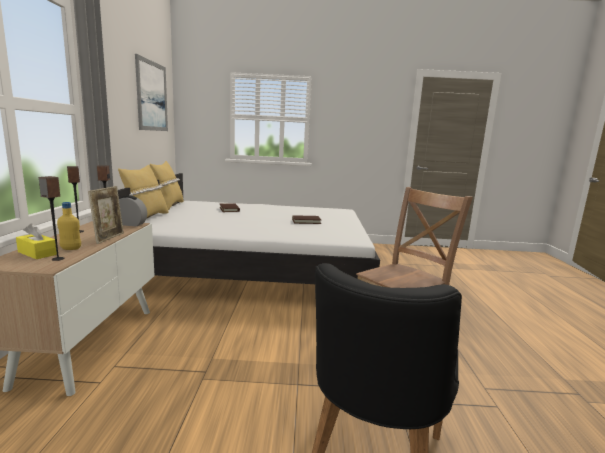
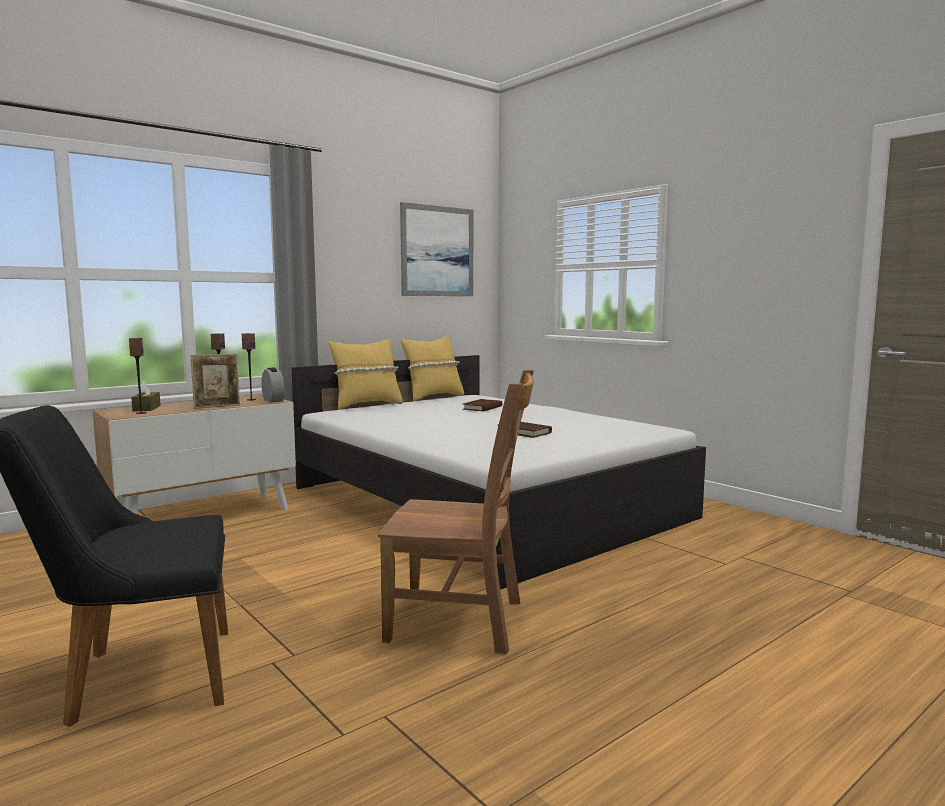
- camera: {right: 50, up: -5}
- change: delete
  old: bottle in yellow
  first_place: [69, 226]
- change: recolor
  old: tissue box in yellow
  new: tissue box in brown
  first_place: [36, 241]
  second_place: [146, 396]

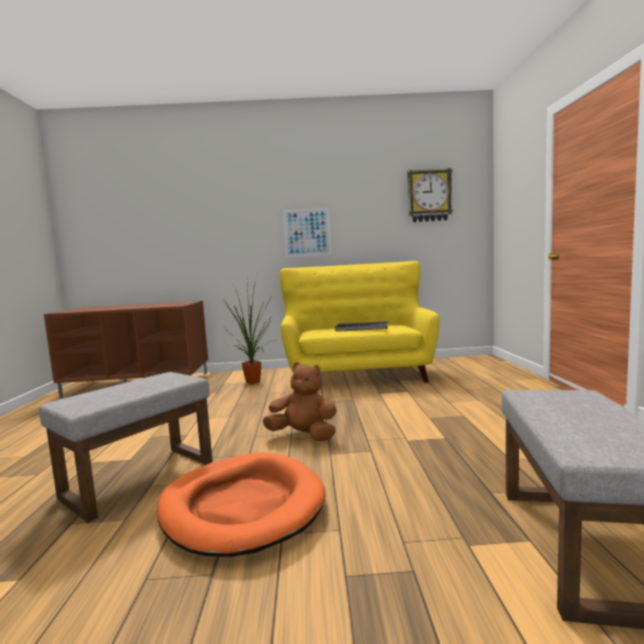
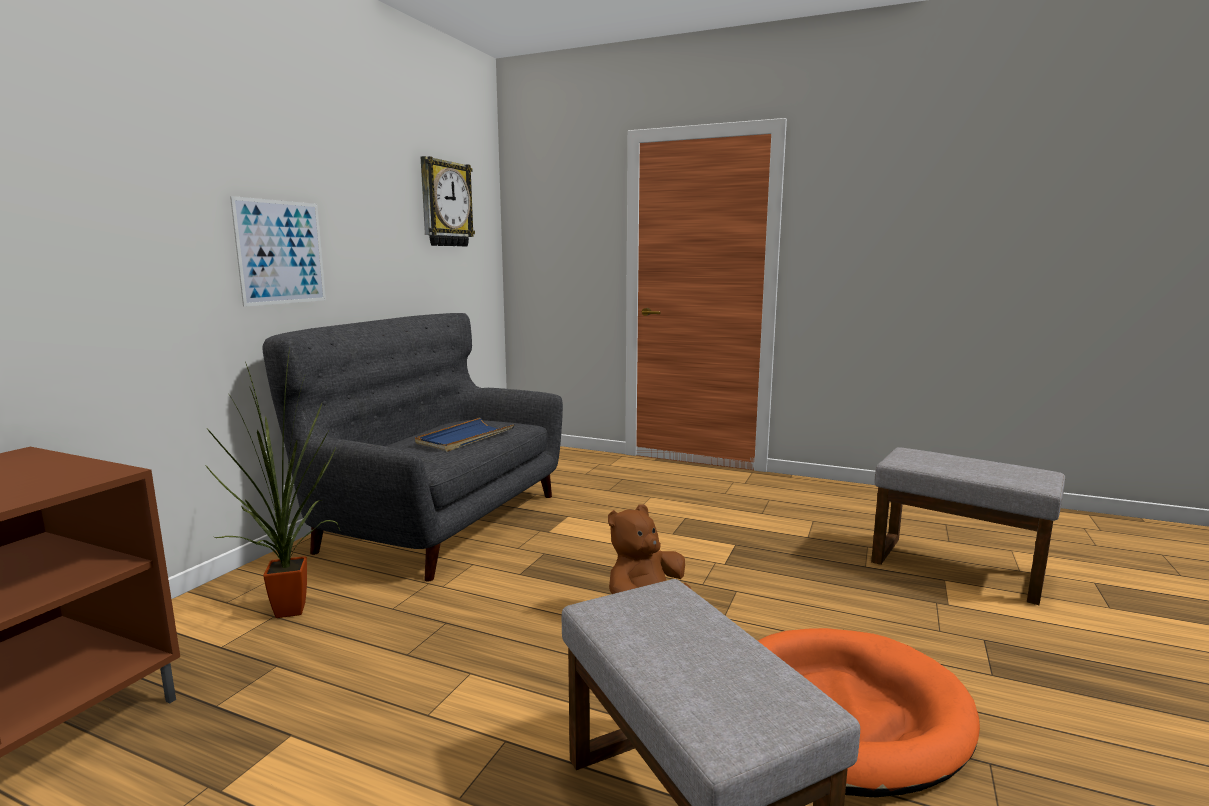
- camera: {right: -65, up: 5}
- change: recolor
  old: sofa in yellow
  new: sofa in grey
  first_place: [360, 322]
  second_place: [413, 447]

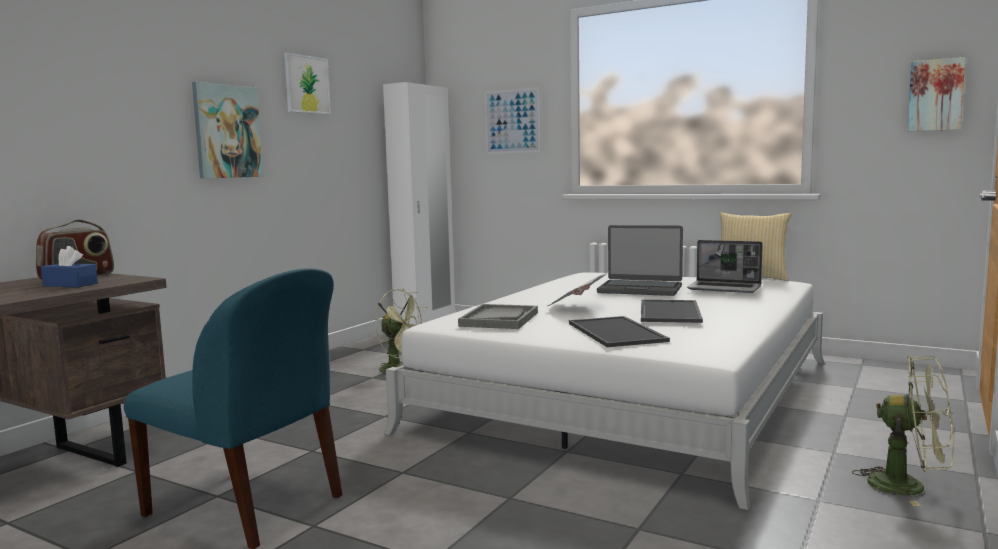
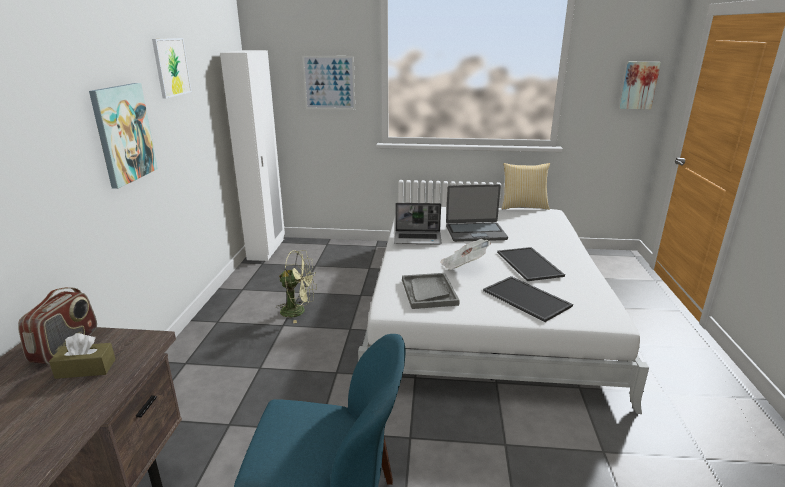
- camera: {right: -25, up: 15}
- change: delete
  old: fan in green
  first_place: [903, 430]
- change: move
  old: laptop
  first_place: [725, 266]
  second_place: [418, 223]
- change: recolor
  old: tissue box in blue
  new: tissue box in brown
  first_place: [69, 266]
  second_place: [82, 356]

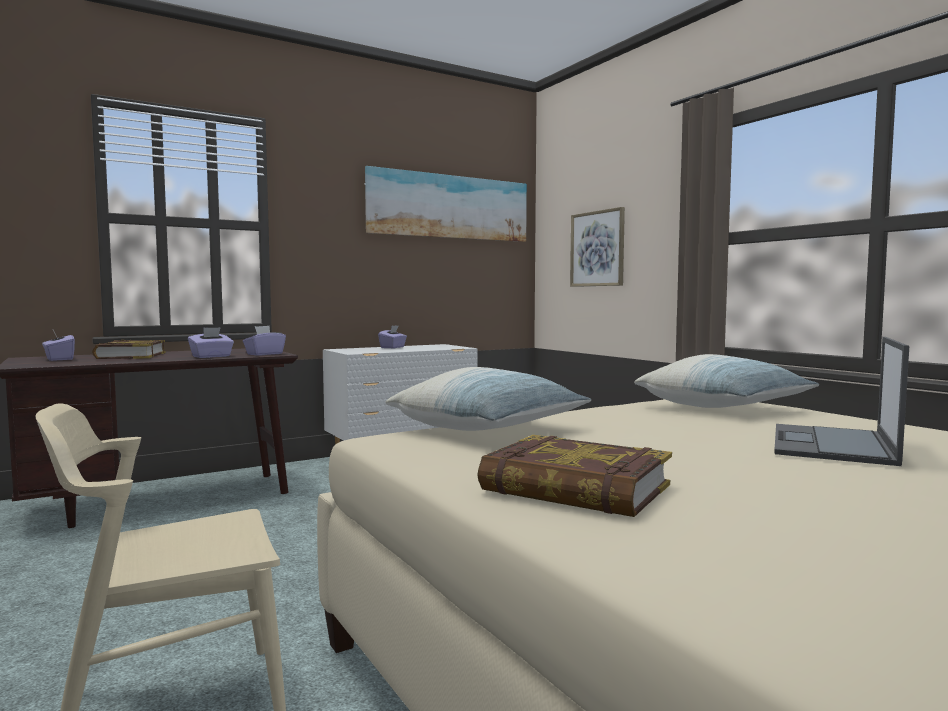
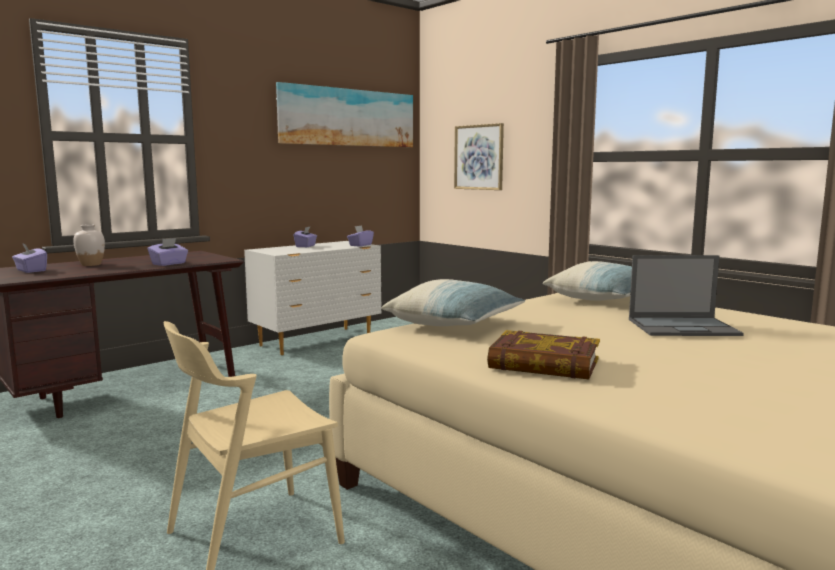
- camera: {right: -10, up: 5}
- change: move
  old: tissue box in purple
  first_place: [264, 341]
  second_place: [360, 236]
- change: replace
  old: book
  new: vase in white
  first_place: [128, 349]
  second_place: [89, 245]
- change: rotate
  old: laptop
  first_place: [841, 401]
  second_place: [686, 295]
  degrees: -105

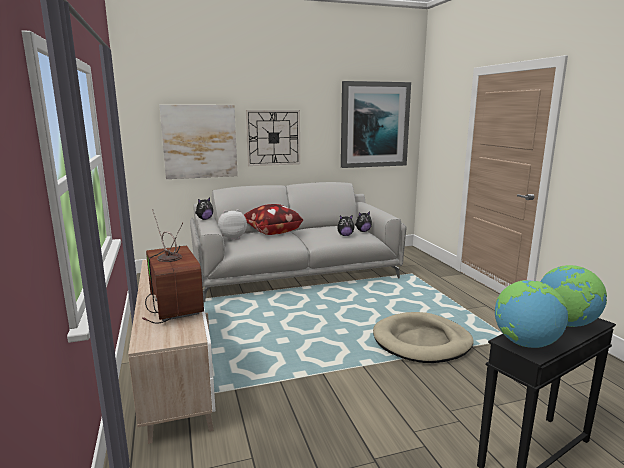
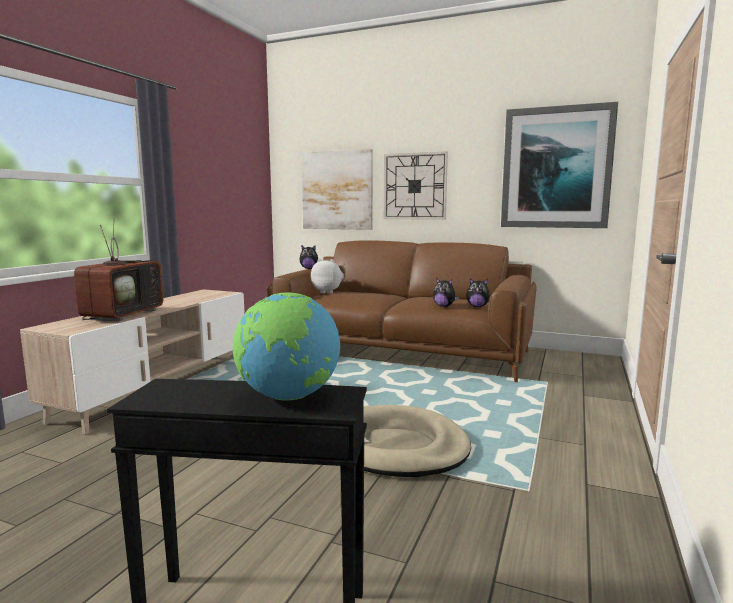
- camera: {right: 40, up: -5}
- change: delete
  old: pillow
  first_place: [273, 219]
- change: delete
  old: globe
  first_place: [531, 314]
- change: recolor
  old: sofa in grey
  new: sofa in brown
  first_place: [298, 242]
  second_place: [401, 311]

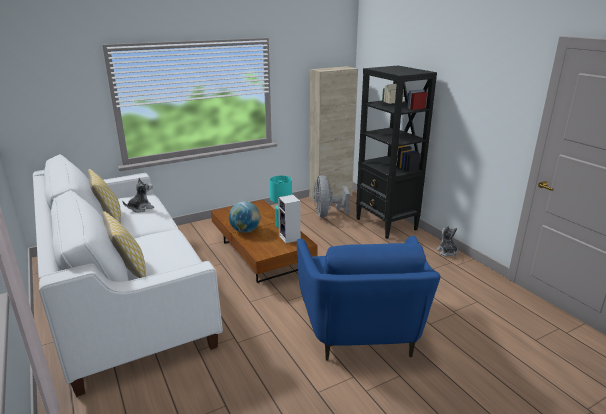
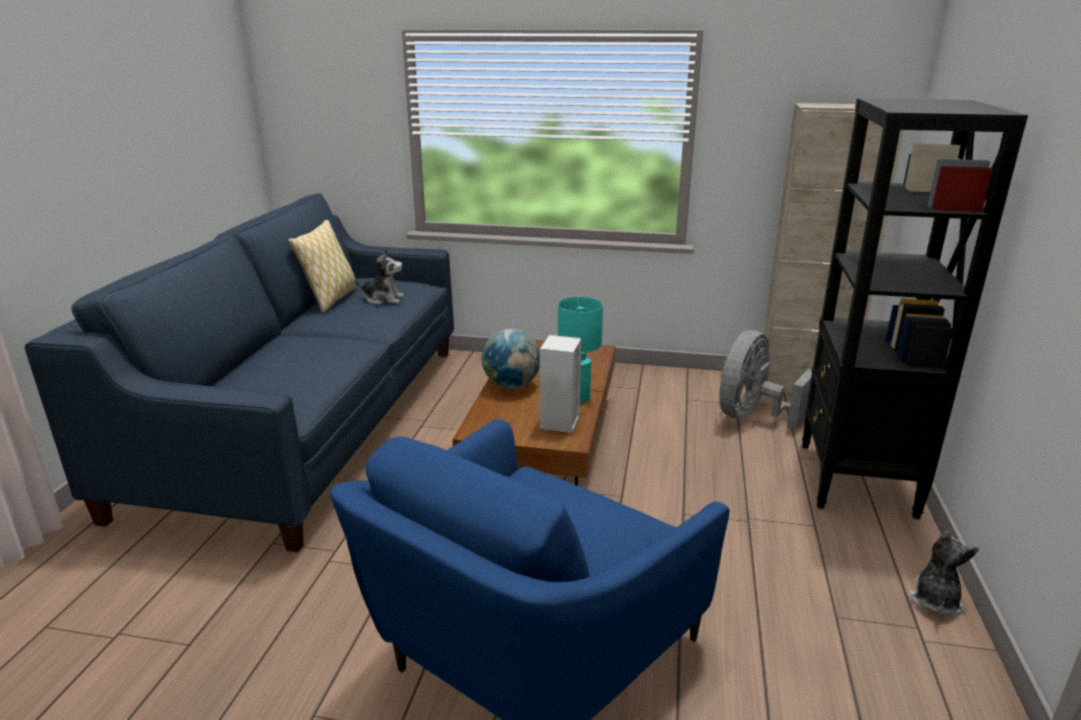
- camera: {right: 40, up: 0}
- change: delete
  old: pillow
  first_place: [124, 244]
- change: recolor
  old: sofa in white
  new: sofa in blue
  first_place: [128, 275]
  second_place: [239, 372]

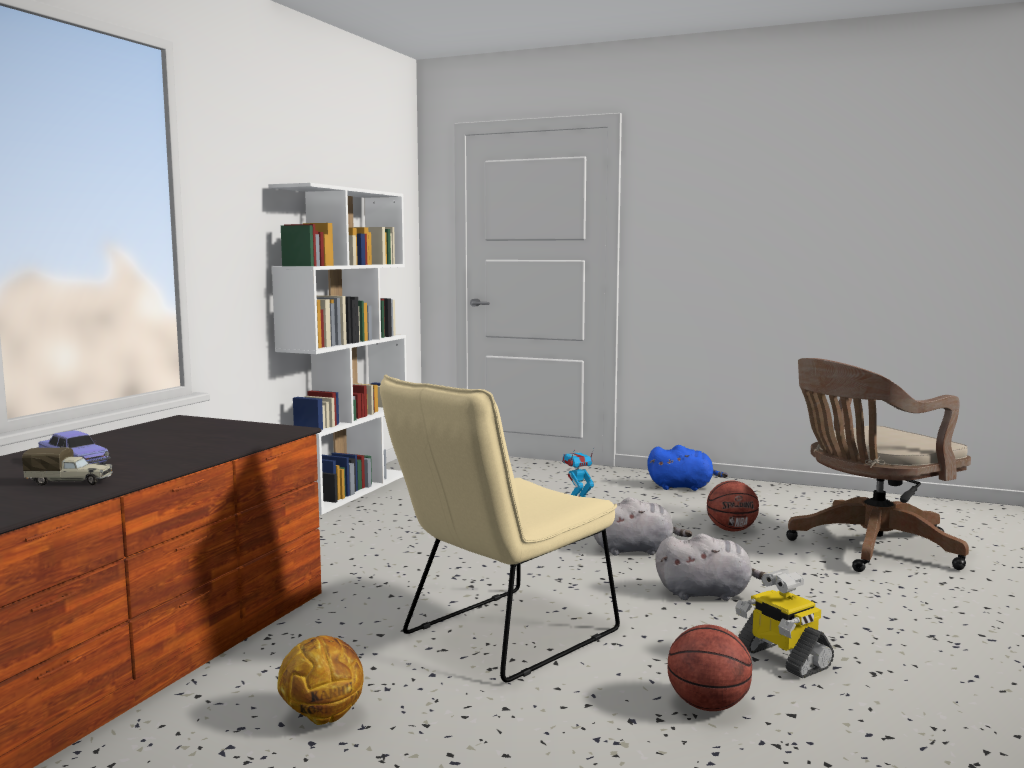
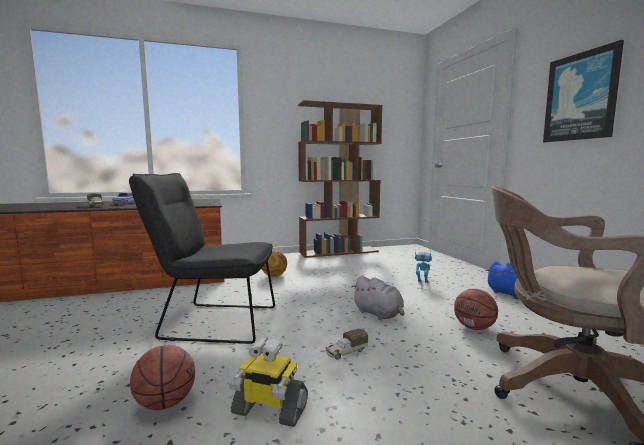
- camera: {right: 50, up: 0}
- change: insert
  new: picture
  second_place: [583, 91]
- change: move
  old: basketball
  first_place: [320, 680]
  second_place: [274, 263]
- change: replace
  old: plush toy in grey
  new: toy truck
  first_place: [710, 567]
  second_place: [347, 343]
- change: recolor
  old: bookcase in white
  new: bookcase in brown
  first_place: [337, 349]
  second_place: [340, 179]
- change: recolor
  old: chair in beige
  new: chair in black
  first_place: [500, 528]
  second_place: [202, 258]
- change: rotate
  old: toy robot
  first_place: [784, 623]
  second_place: [268, 382]
  degrees: -90

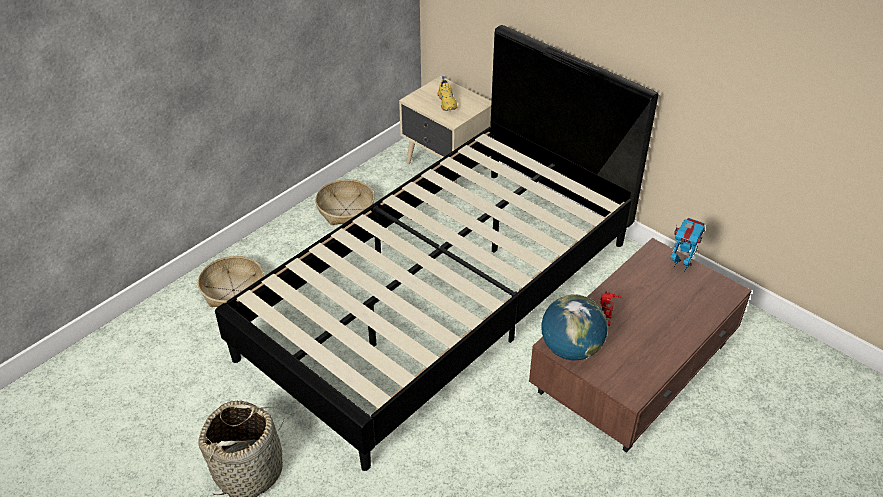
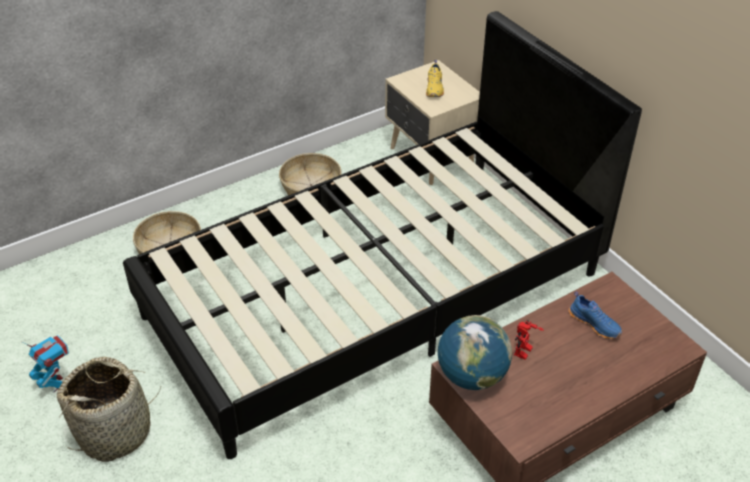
- camera: {right: 15, up: 0}
- change: insert
  new: shoe in blue
  second_place: [595, 315]
- change: move
  old: toy robot
  first_place: [687, 244]
  second_place: [45, 364]

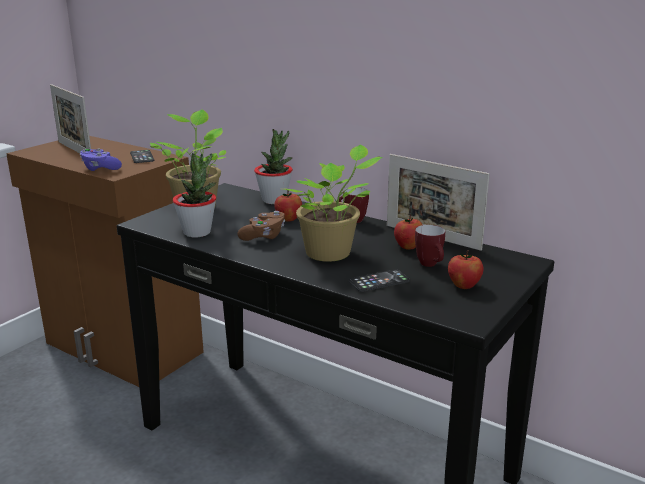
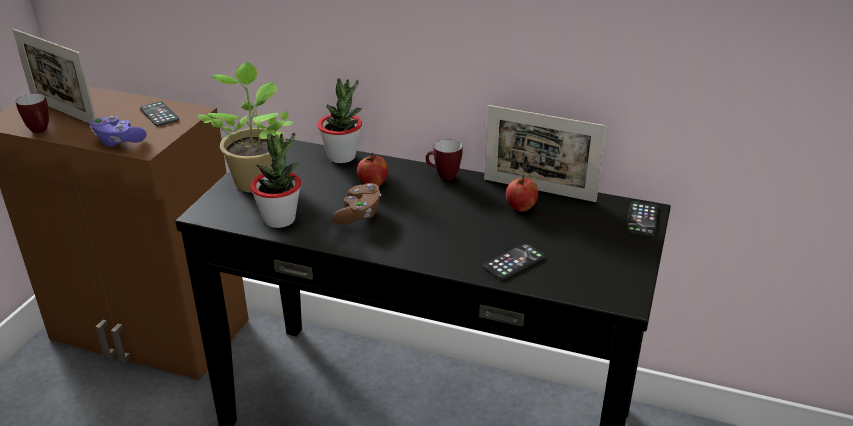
- camera: {right: -15, up: 10}
- change: delete
  old: potted plant
  first_place: [333, 203]
- change: delete
  old: apple
  first_place: [465, 269]
- change: insert
  new: phone
  second_place: [642, 218]
- change: move
  old: mug
  first_place: [430, 246]
  second_place: [32, 113]

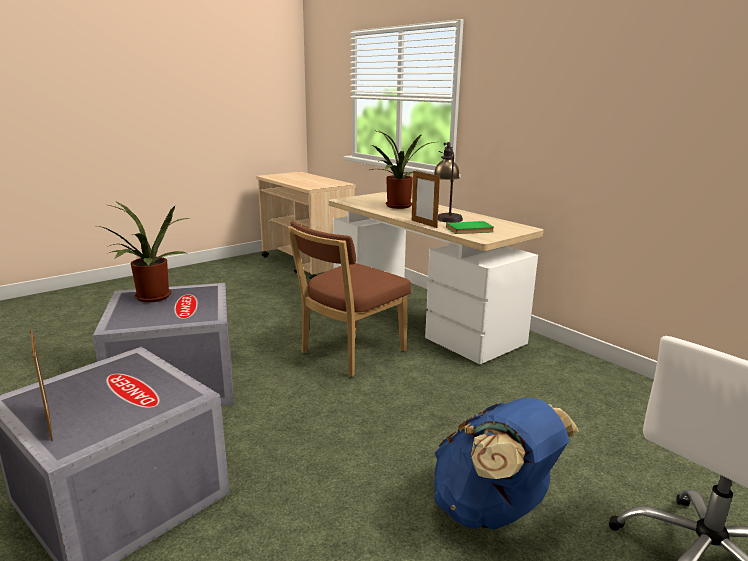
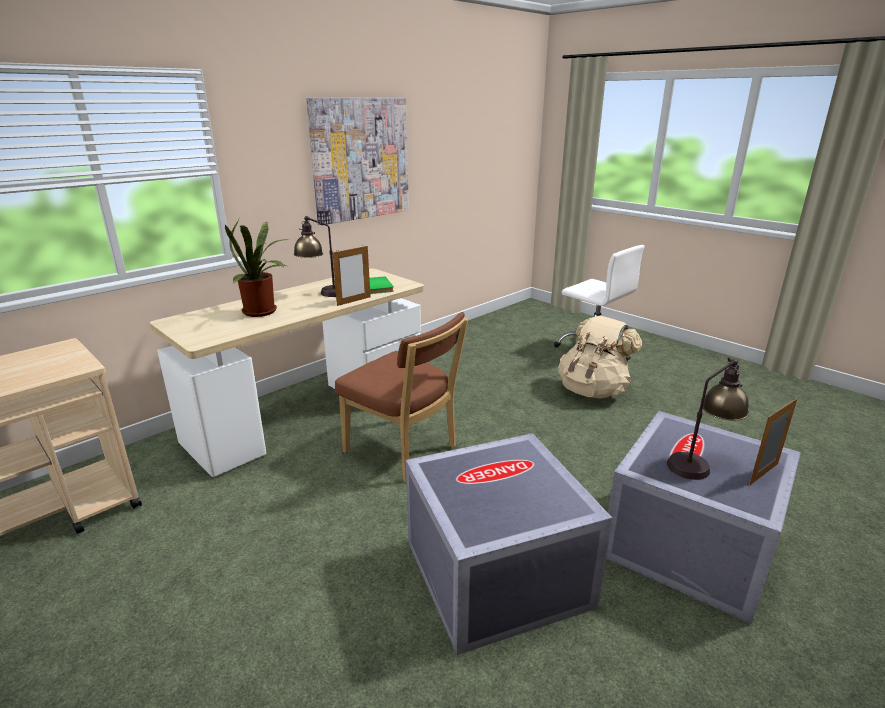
- camera: {right: -95, up: 5}
- change: delete
  old: potted plant
  first_place: [143, 251]
- change: insert
  new: picture
  second_place: [357, 161]
- change: insert
  new: table lamp
  second_place: [708, 419]
- change: recolor
  old: backpack in blue
  new: backpack in beige
  first_place: [506, 464]
  second_place: [600, 357]

